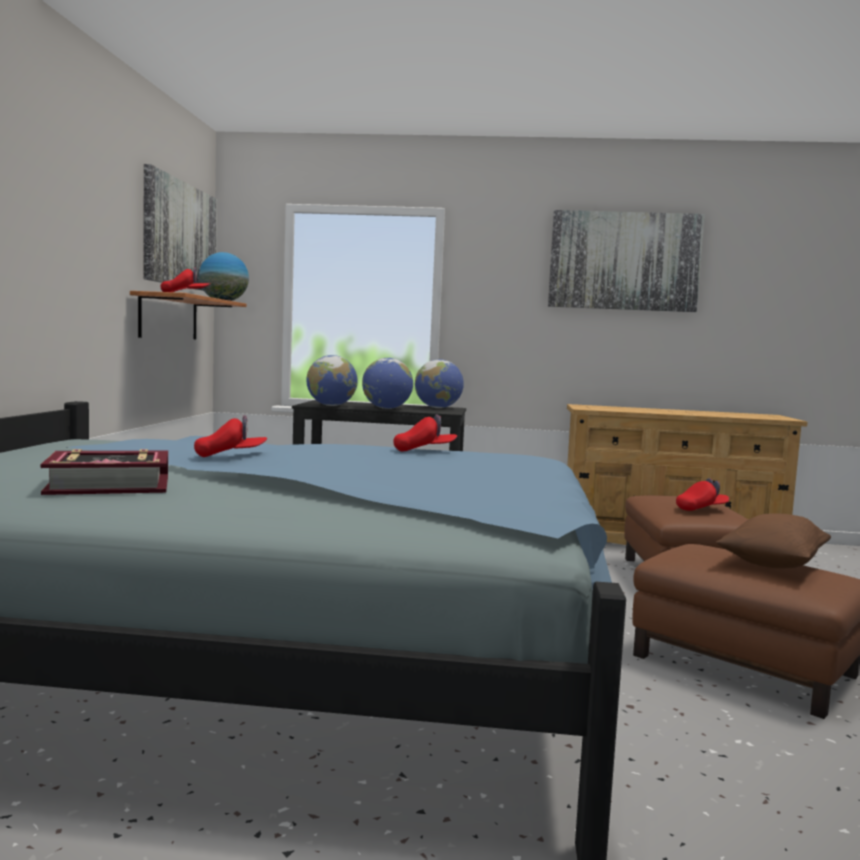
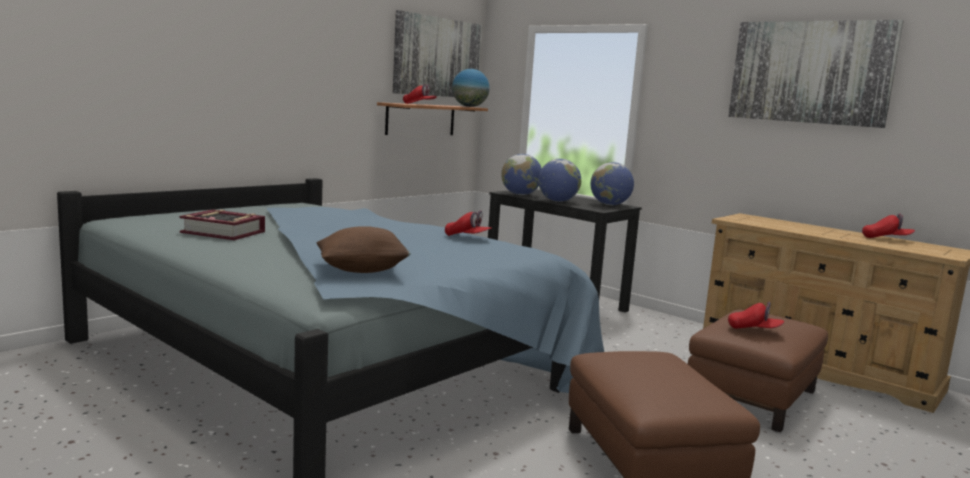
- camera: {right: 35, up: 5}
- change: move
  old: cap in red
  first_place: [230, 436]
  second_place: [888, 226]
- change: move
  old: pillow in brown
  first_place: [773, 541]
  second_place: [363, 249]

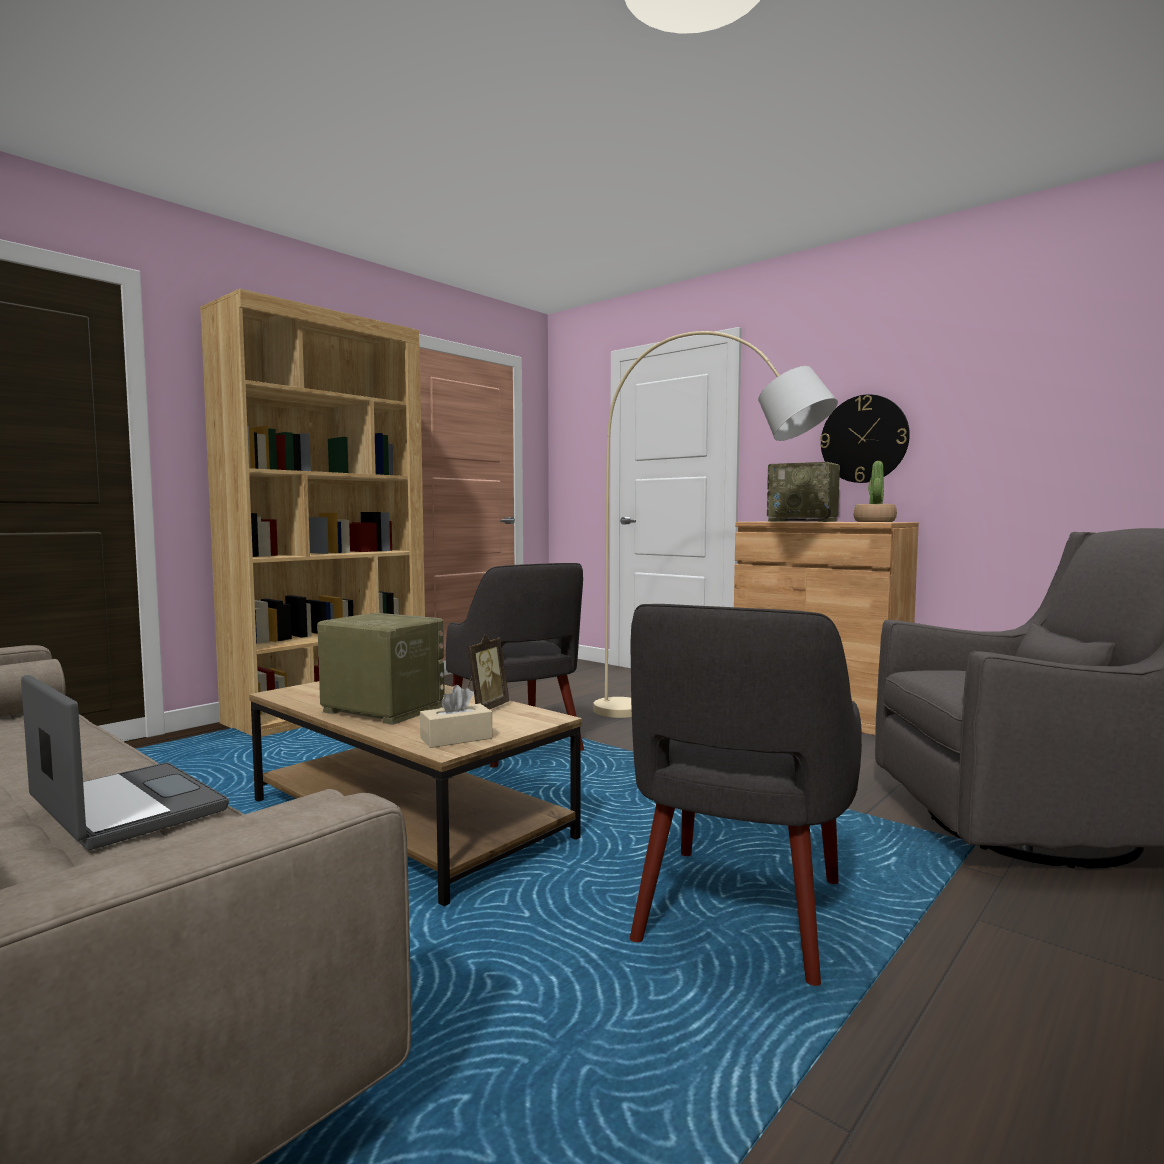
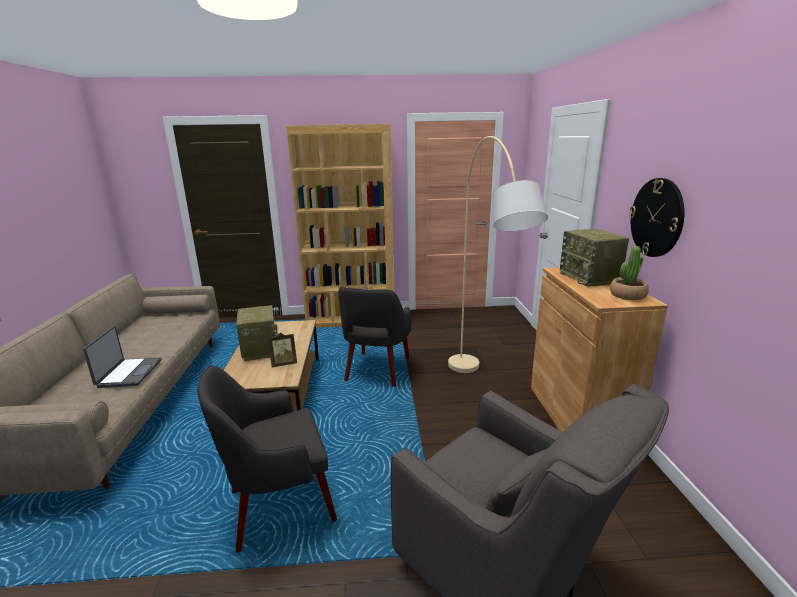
- camera: {right: 45, up: 15}
- change: delete
  old: tissue box in beige
  first_place: [456, 716]

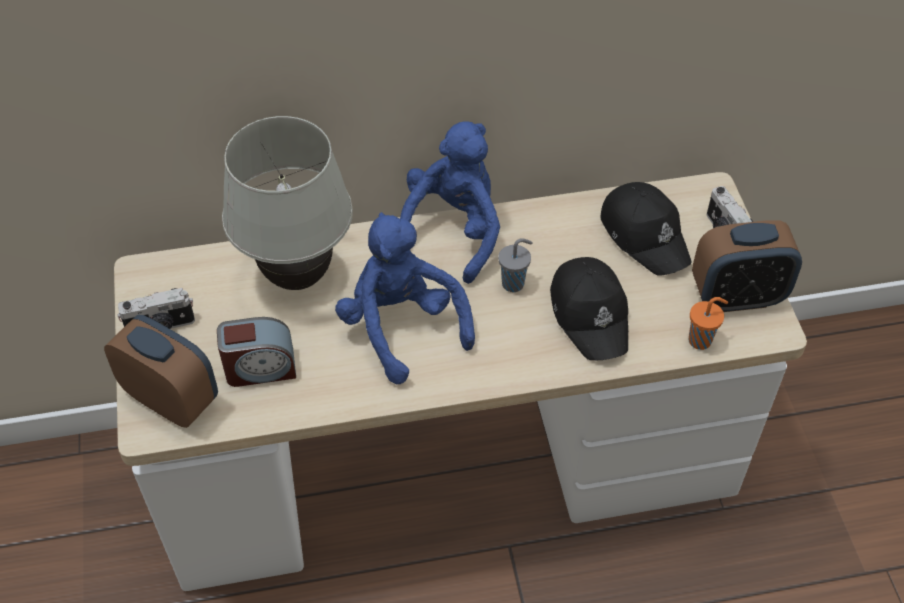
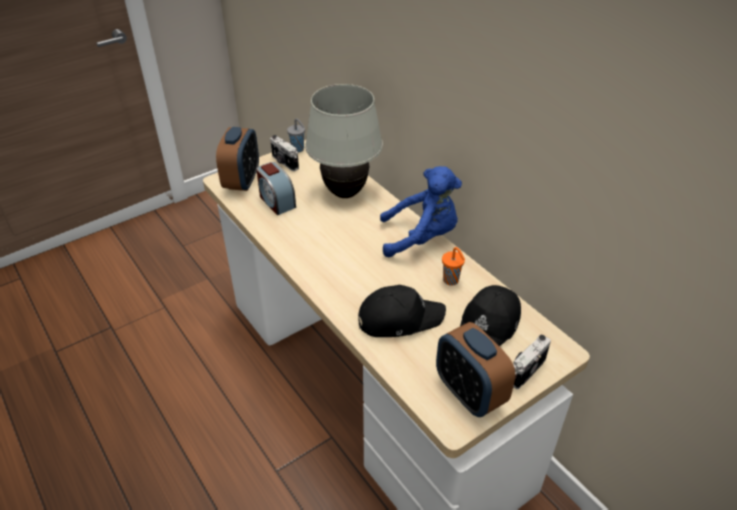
- camera: {right: 65, up: -10}
- change: delete
  old: plush toy in blue
  first_place: [405, 298]
- change: move
  old: cup in grey
  first_place: [515, 265]
  second_place: [296, 135]
- change: move
  old: cup in orange
  first_place: [708, 323]
  second_place: [453, 266]
- change: rotate
  old: cap in black
  first_place: [589, 308]
  second_place: [402, 311]
  degrees: -150

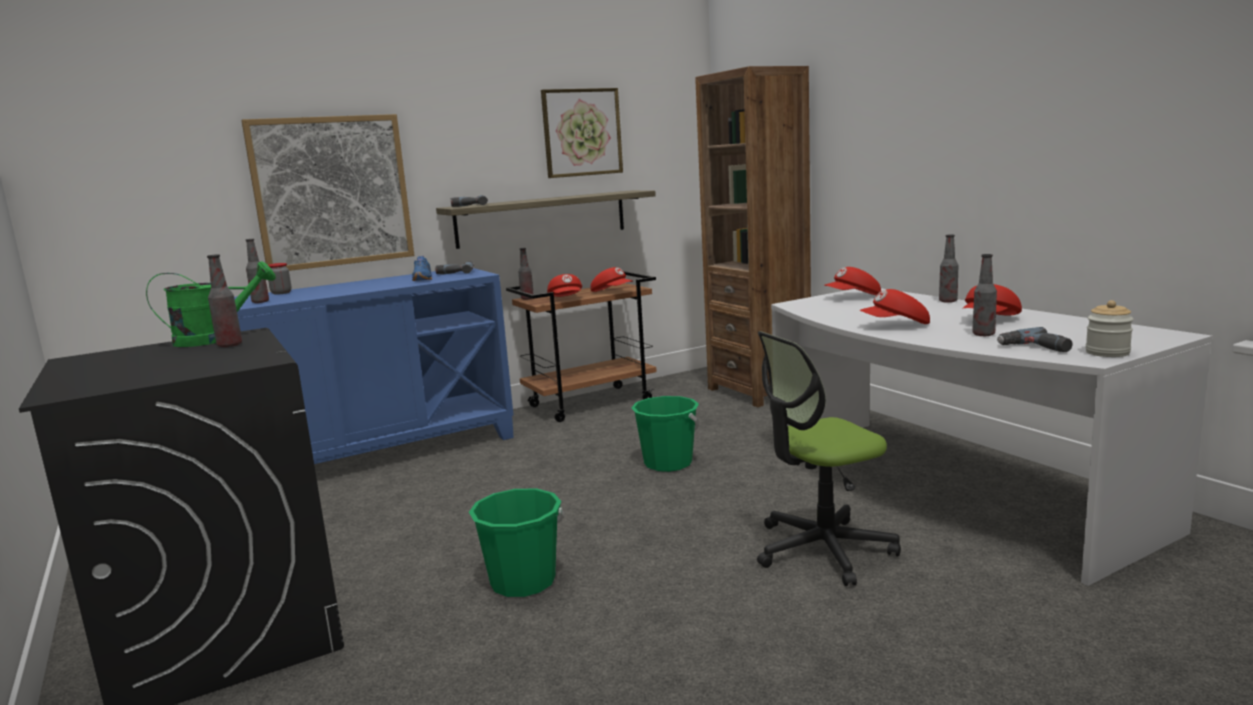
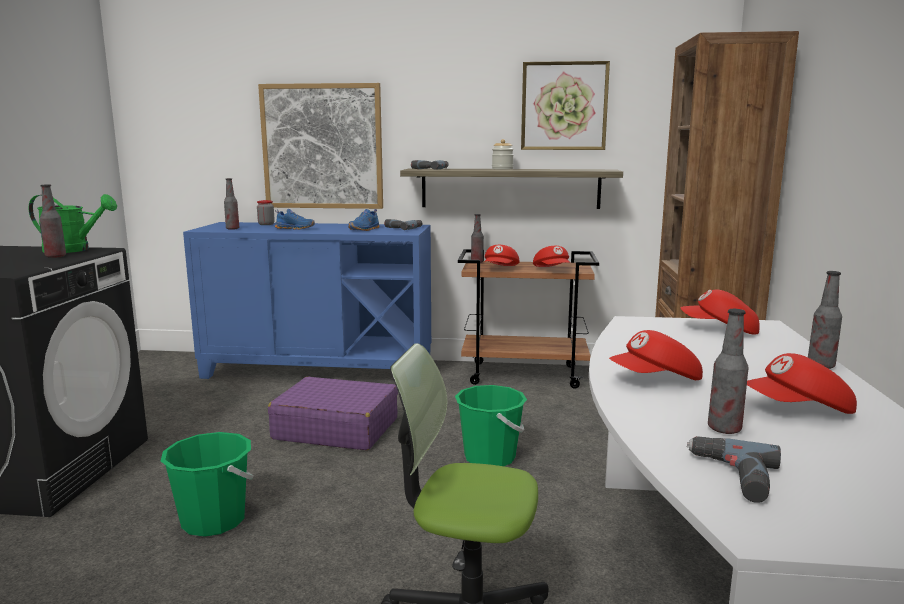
- camera: {right: 35, up: 0}
- change: insert
  new: suitcase in purple
  second_place: [333, 413]
- change: insert
  new: shoe in blue
  second_place: [295, 219]
- change: move
  old: jar
  first_place: [1109, 328]
  second_place: [503, 154]
- change: rotate
  old: cap in red
  first_place: [895, 306]
  second_place: [656, 355]
  degrees: -45

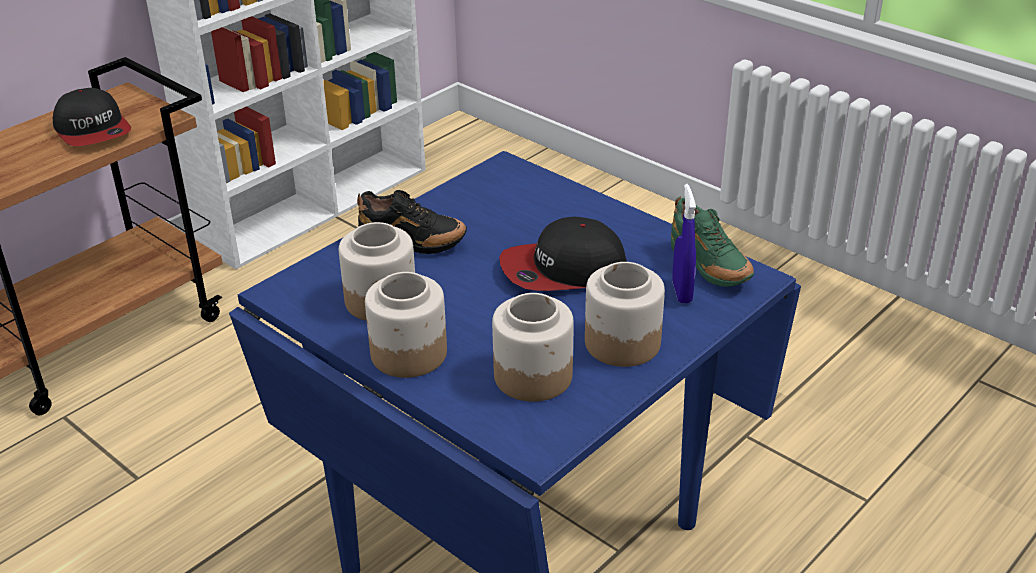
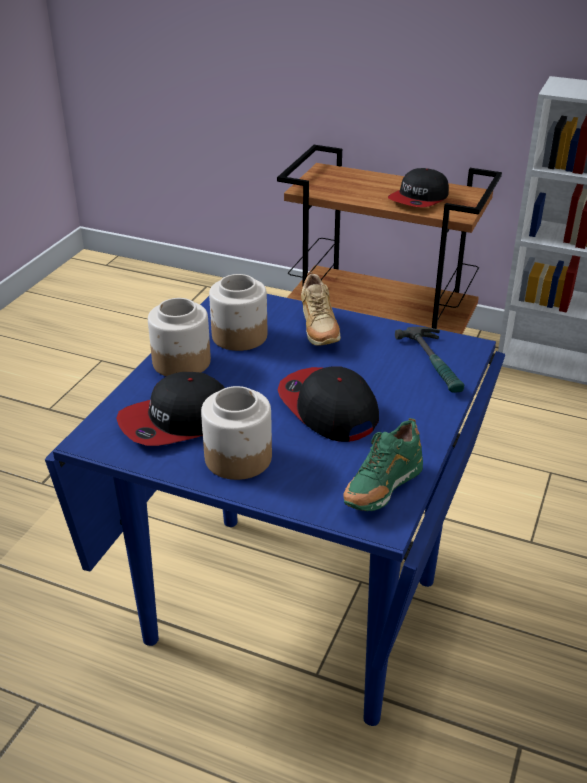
- camera: {right: 70, up: 0}
- change: delete
  old: spray bottle in blue
  first_place: [684, 243]
- change: insert
  new: hammer
  second_place: [429, 360]
- change: replace
  old: jar
  new: cap
  first_place: [533, 347]
  second_place: [170, 409]
- change: recolor
  old: shoe in black
  new: shoe in beige
  first_place: [412, 222]
  second_place: [321, 309]

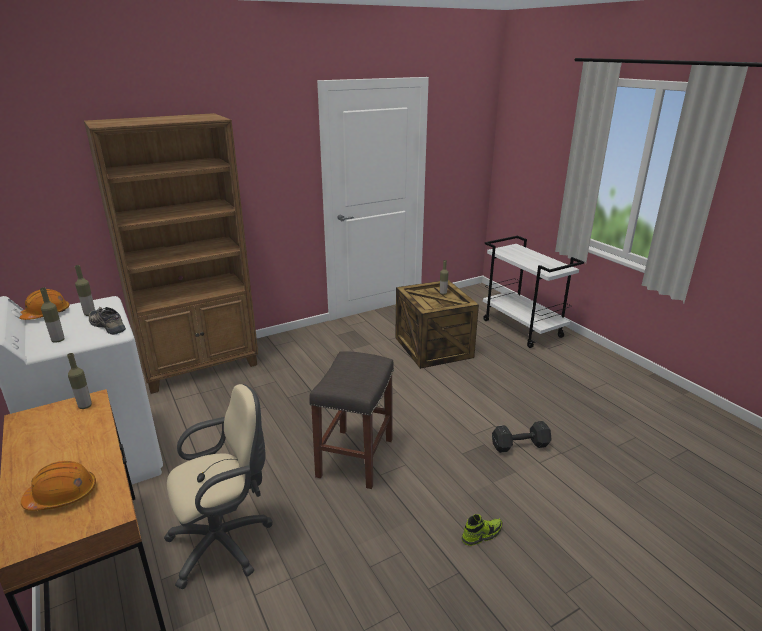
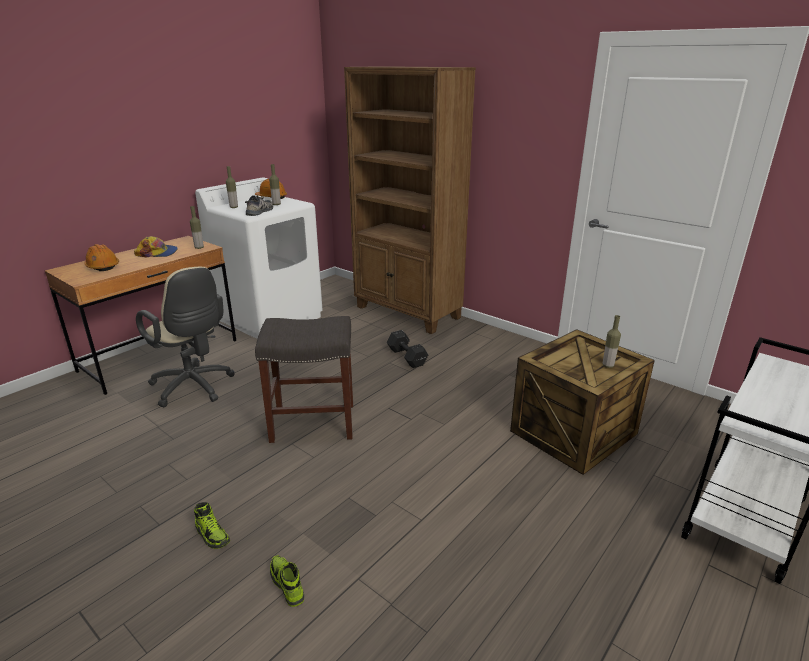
- camera: {right: 70, up: 0}
- change: insert
  new: cap
  second_place: [156, 247]
- change: insert
  new: shoe
  second_place: [287, 581]
- change: move
  old: dumbbell in black
  first_place: [522, 437]
  second_place: [407, 349]

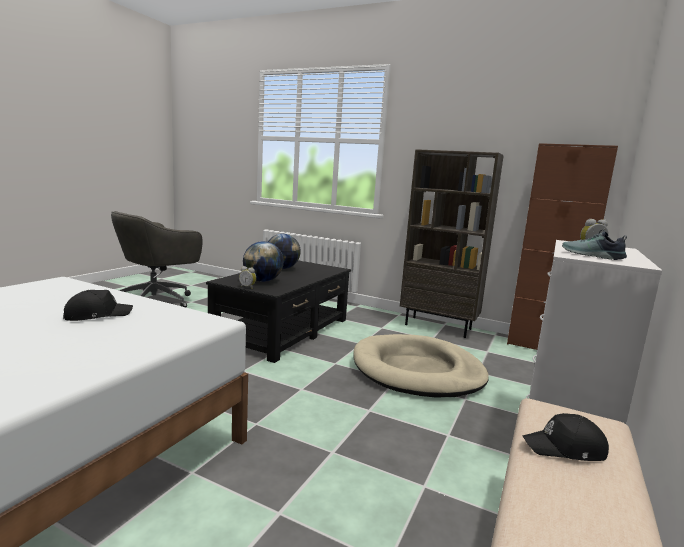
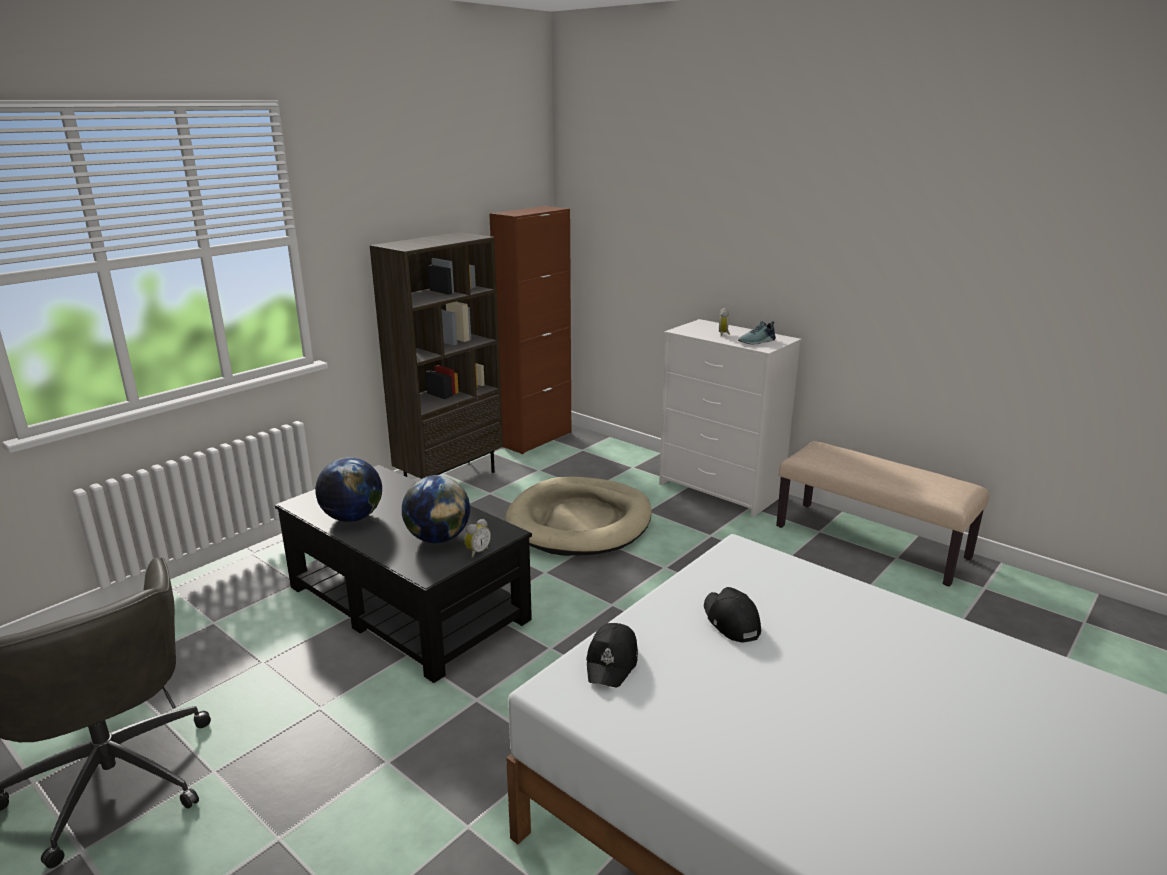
- camera: {right: -75, up: 10}
- change: move
  old: cap in black
  first_place: [565, 437]
  second_place: [612, 655]

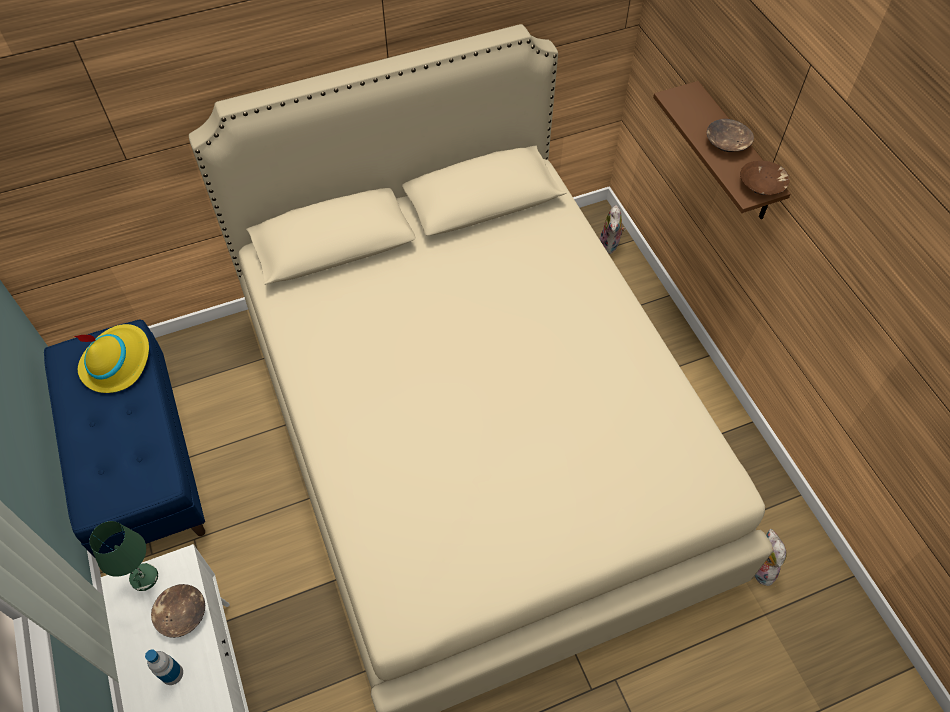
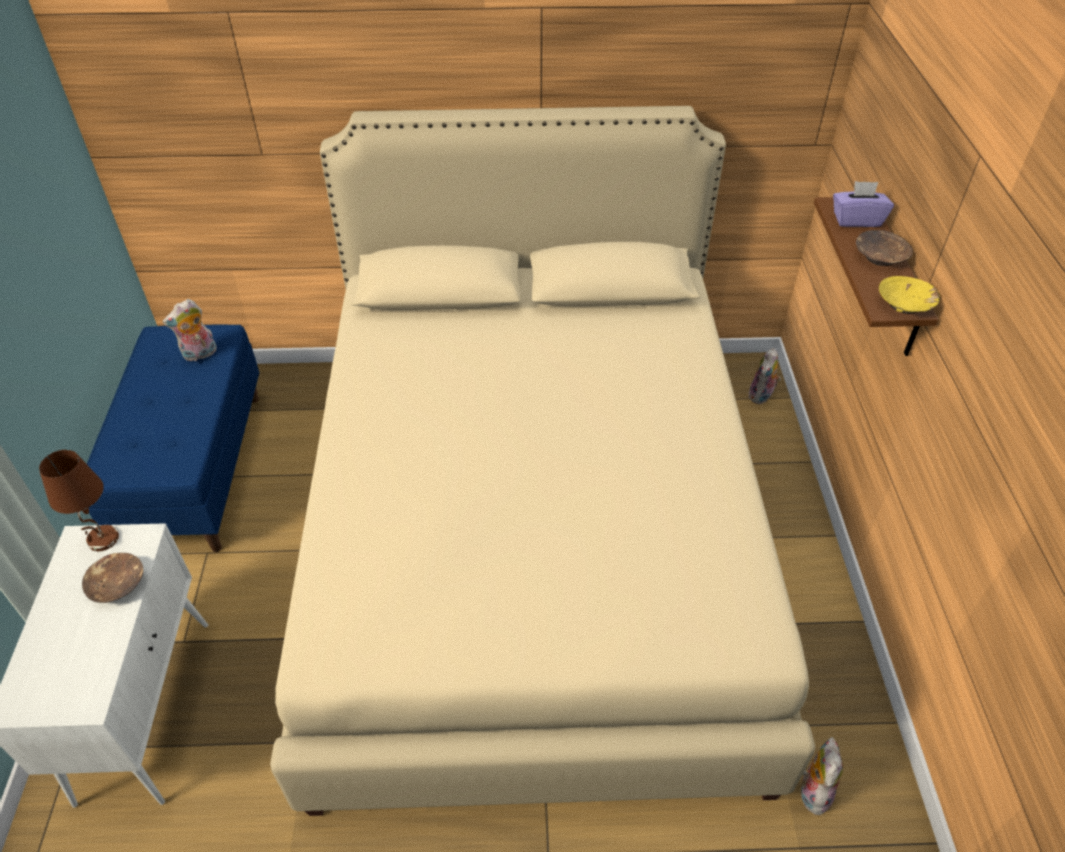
- camera: {right: 20, up: -10}
- change: delete
  old: bottle
  first_place: [164, 667]
- change: insert
  new: tissue box in purple
  second_place: [863, 204]
- change: replace
  old: hat in yellow
  new: plush toy
  first_place: [111, 358]
  second_place: [190, 330]
- change: recolor
  old: table lamp in green
  new: table lamp in brown
  first_place: [123, 556]
  second_place: [79, 500]
- change: recolor
  old: bowl in brown
  new: bowl in yellow
  first_place: [764, 178]
  second_place: [909, 295]

